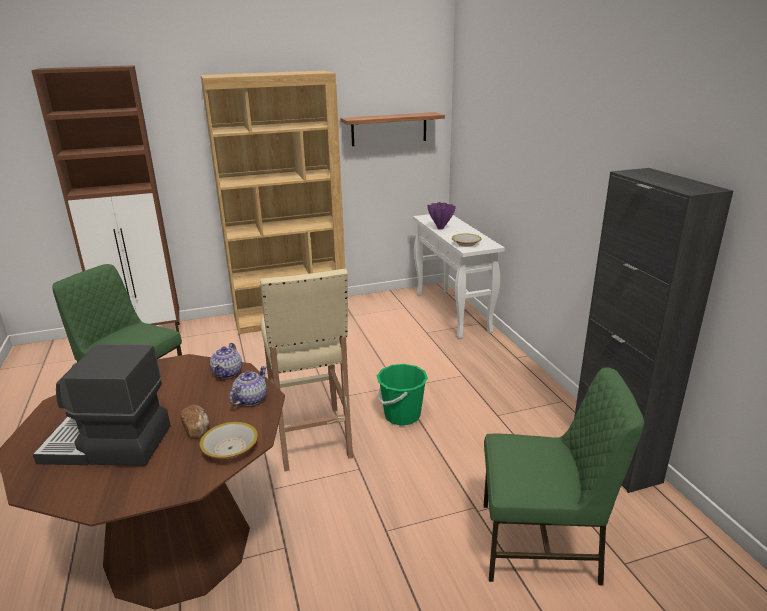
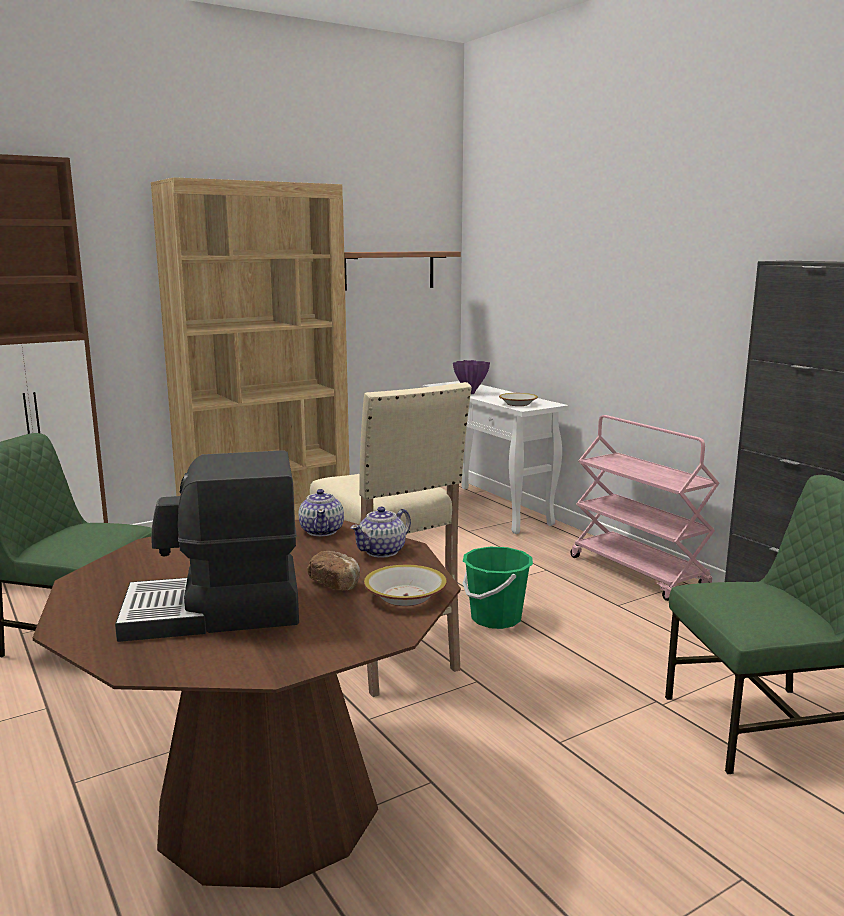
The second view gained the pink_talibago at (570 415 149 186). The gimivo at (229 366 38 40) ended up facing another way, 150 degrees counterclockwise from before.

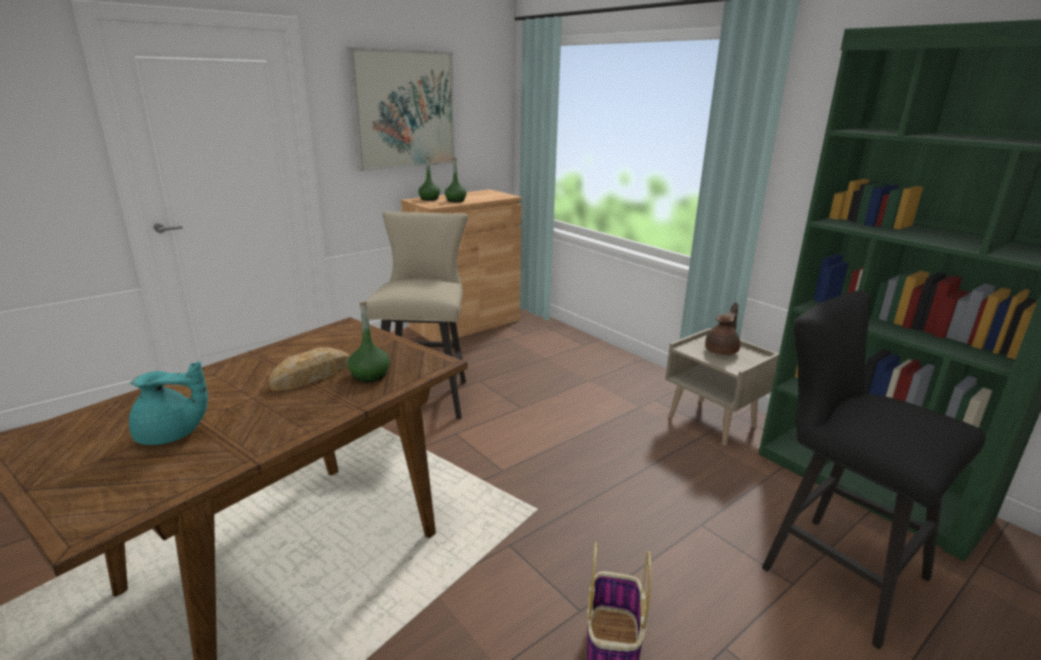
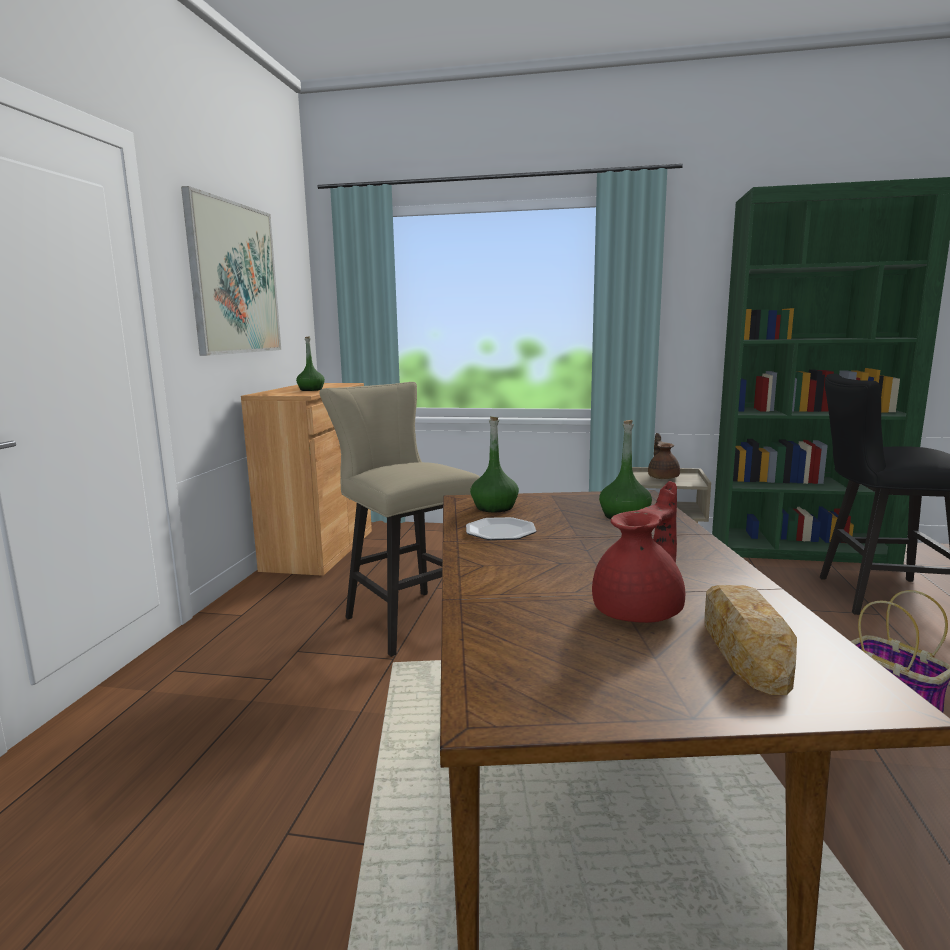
The second view gained the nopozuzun at (466 517 70 23). The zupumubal ended up elsewhere, having gone from (269 347 81 44) to (705 585 92 110). The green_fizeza ended up elsewhere, having gone from (418 156 22 45) to (470 416 49 96). What was the turquoise_gimivo at (129 361 79 84) turned into the red_gimivo at (592 481 93 142).

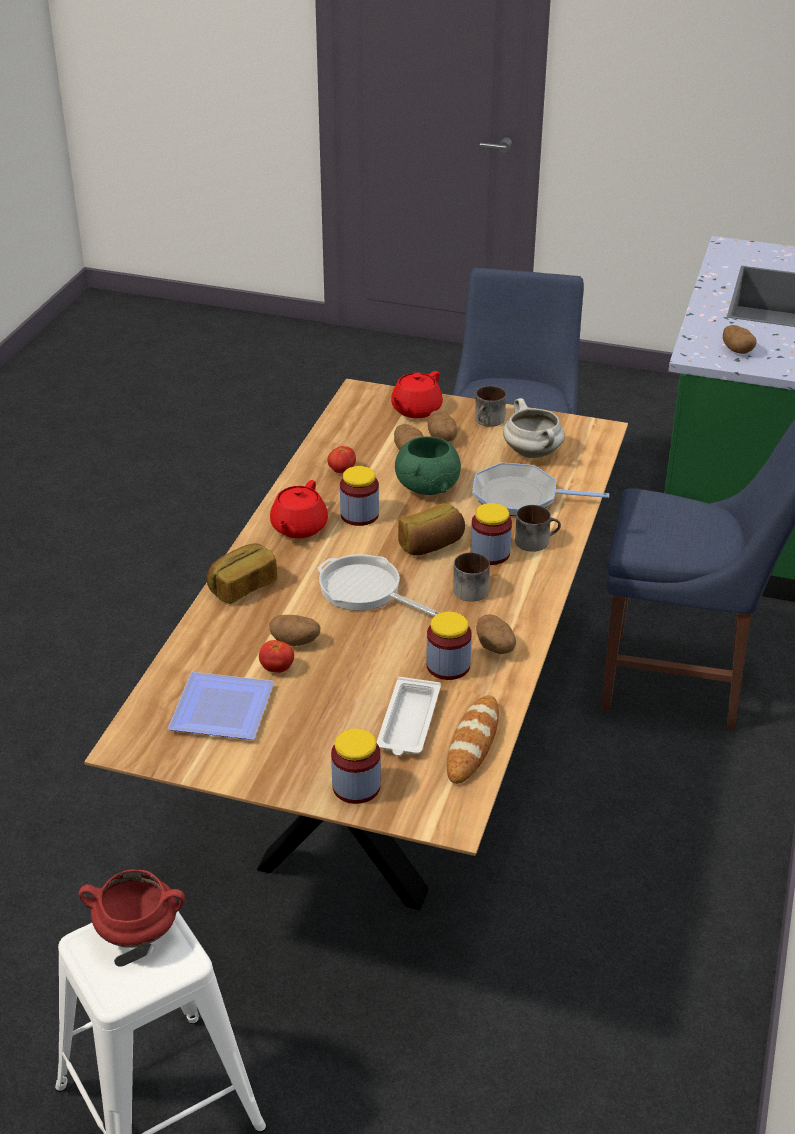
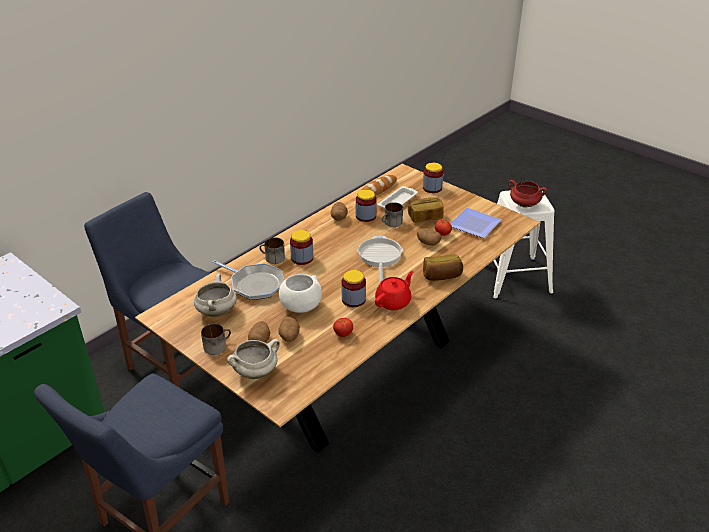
The second view lost the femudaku at (723 325 34 29). The zupumubal ended up elsewhere, having gone from (398 503 67 53) to (408 197 36 26). The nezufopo ended up elsewhere, having gone from (453 552 37 50) to (382 202 21 25). Where the red_gimivo stood at (391 371 52 47), the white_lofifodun came to stand at (227 339 53 40). What was the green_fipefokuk at (395 436 66 59) turned into the white_fipefokuk at (279 274 43 39). The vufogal at (318 554 122 62) ended up facing another way, 150 degrees counterclockwise from before.

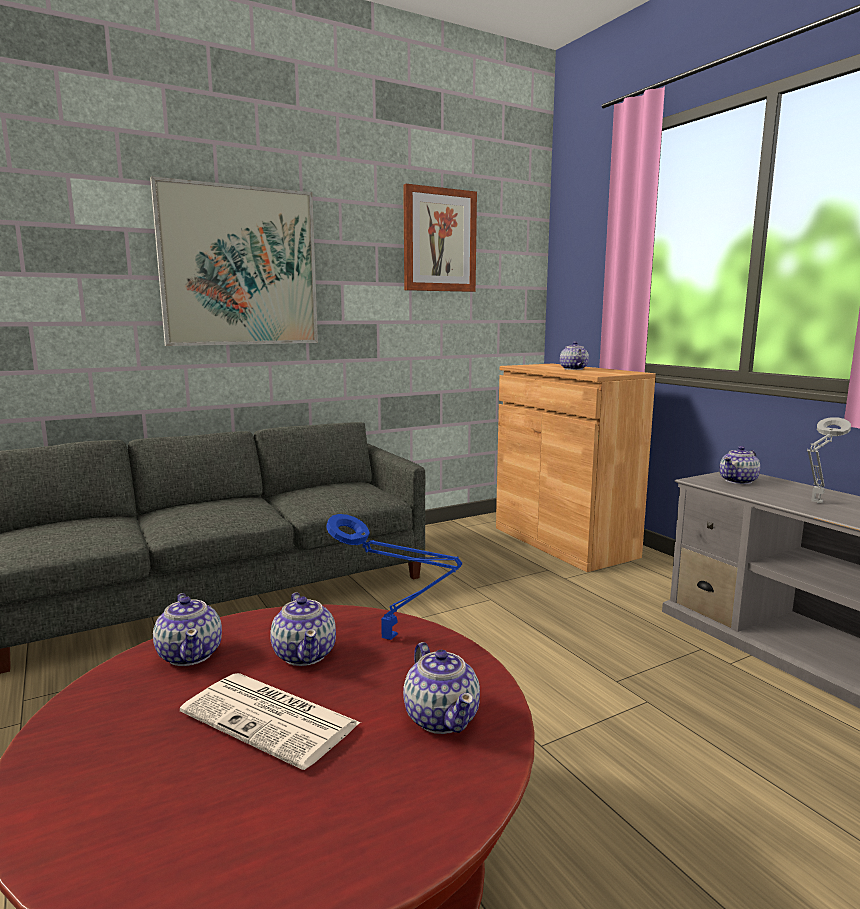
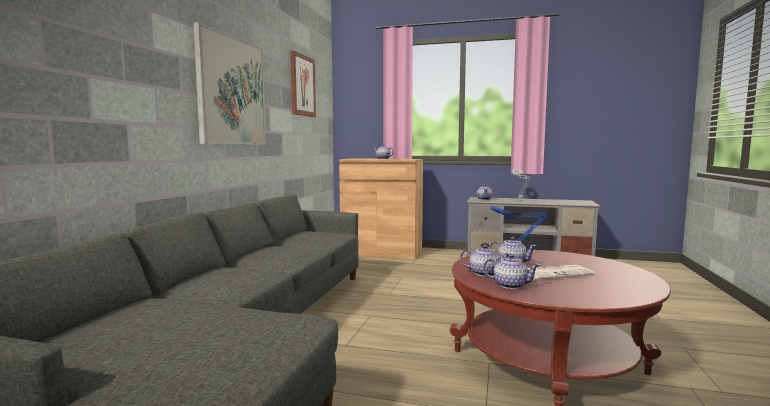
The gimivo ended up elsewhere, having gone from (403 642 77 92) to (483 254 57 35).

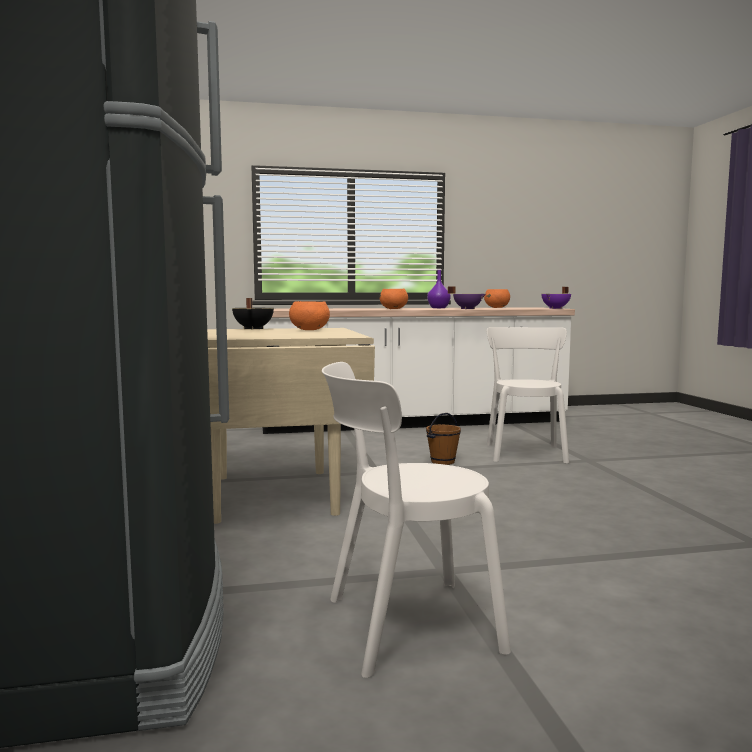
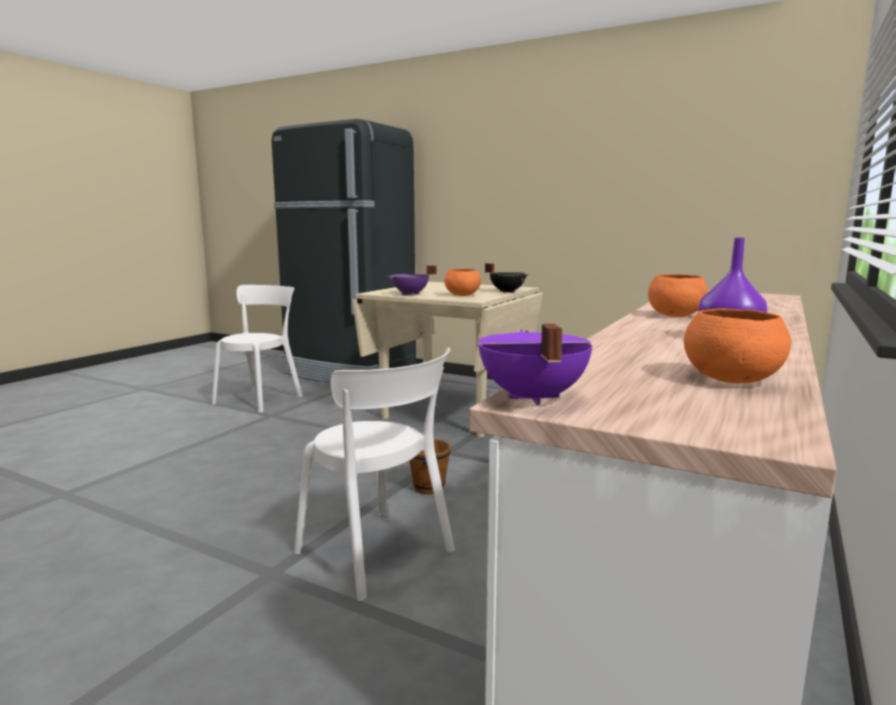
The purple_lofifodun ended up elsewhere, having gone from (448 286 38 23) to (387 265 49 30).

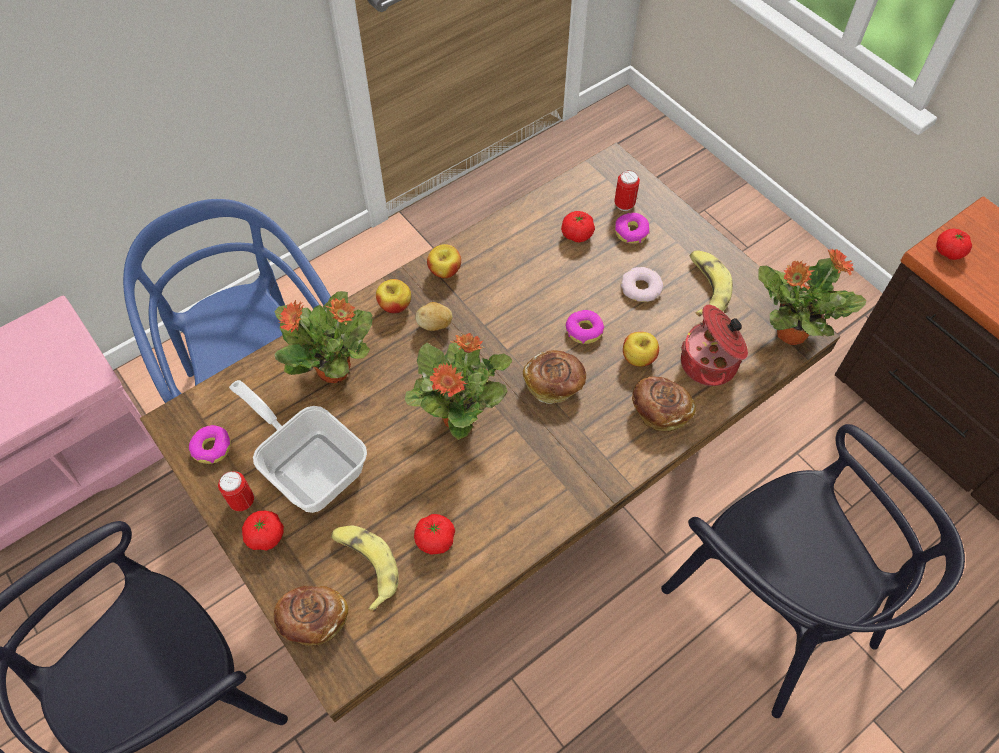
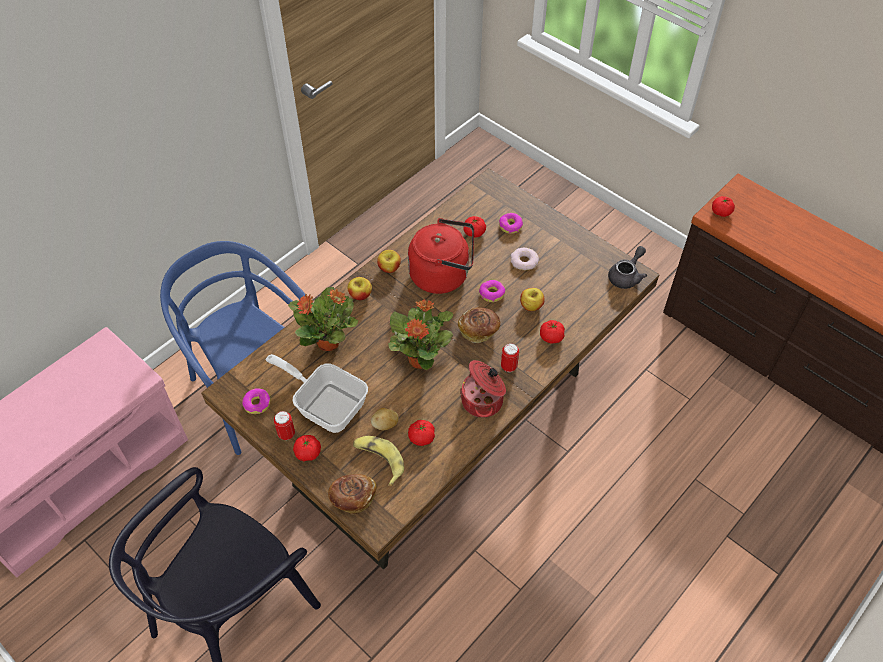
The second view lost the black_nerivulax at (661 424 304 294). The second view lost the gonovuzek at (689 250 44 67). The second view gained the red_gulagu at (408 218 66 76). The femudaku ended up elsewhere, having gone from (415 302 37 29) to (371 408 28 22). The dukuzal ended up elsewhere, having gone from (614 170 26 41) to (501 343 18 29). The lofifodun ended up elsewhere, having gone from (681 304 67 82) to (460 360 46 58). Where the zupumubal stood at (632 377 64 55), the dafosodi came to stand at (540 320 25 24). Where the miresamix stood at (758 249 109 96), the grey_gimivo came to stand at (608 246 39 43).

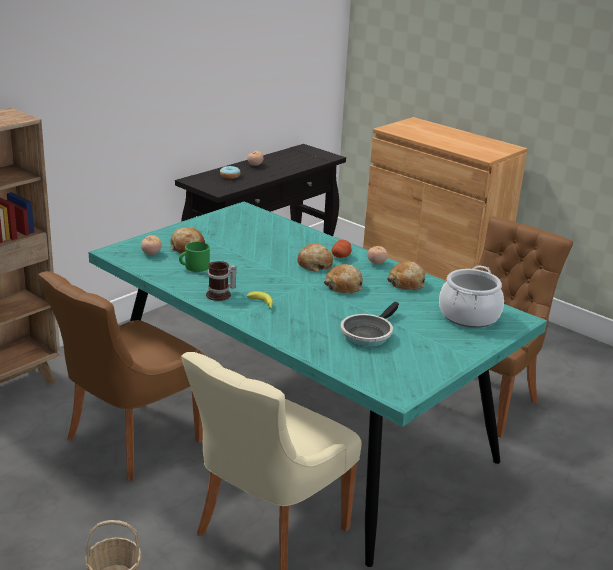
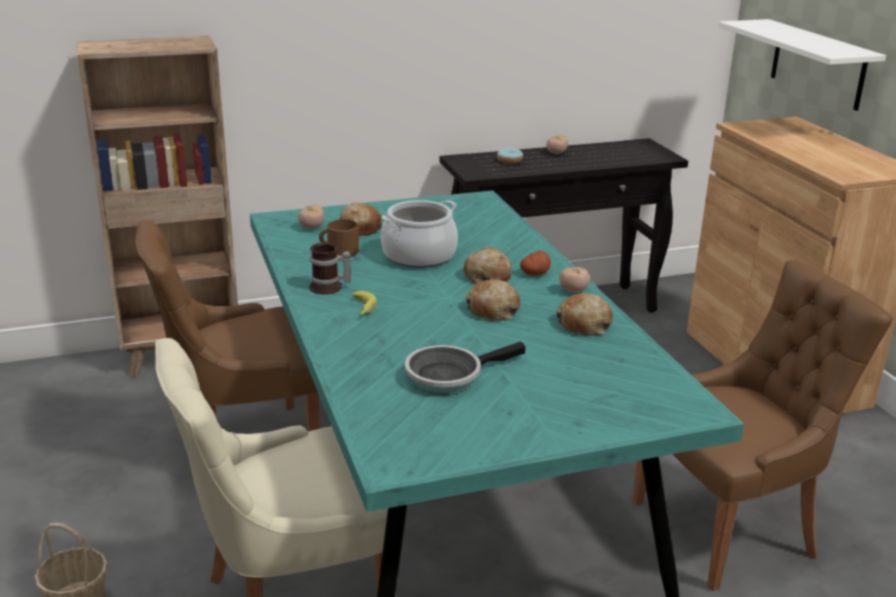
The second view gained the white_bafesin at (718 19 168 92). The lofifodun ended up elsewhere, having gone from (439 265 65 63) to (381 200 77 68). What was the green_nezufopo at (179 242 31 30) turned into the brown_nezufopo at (319 219 40 38).

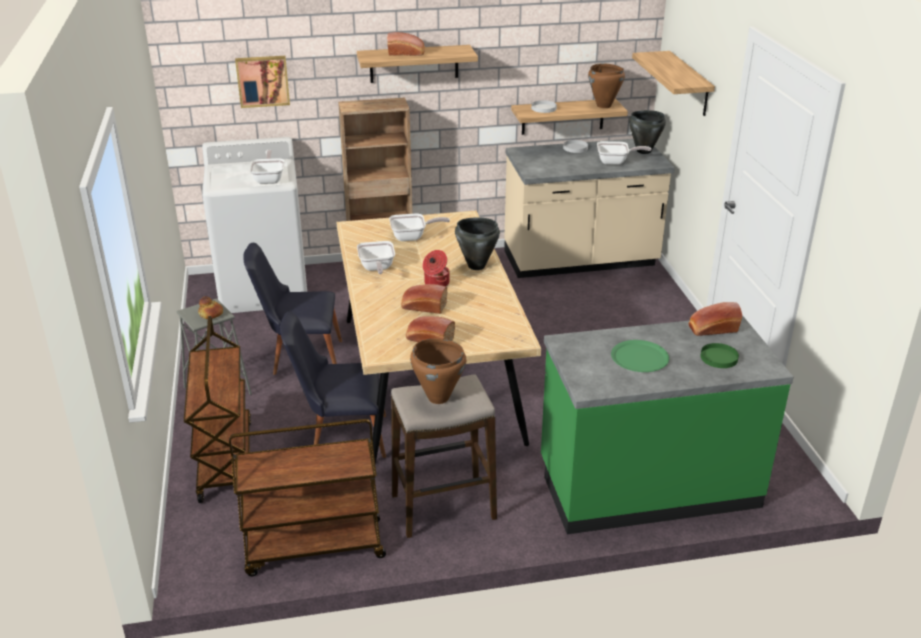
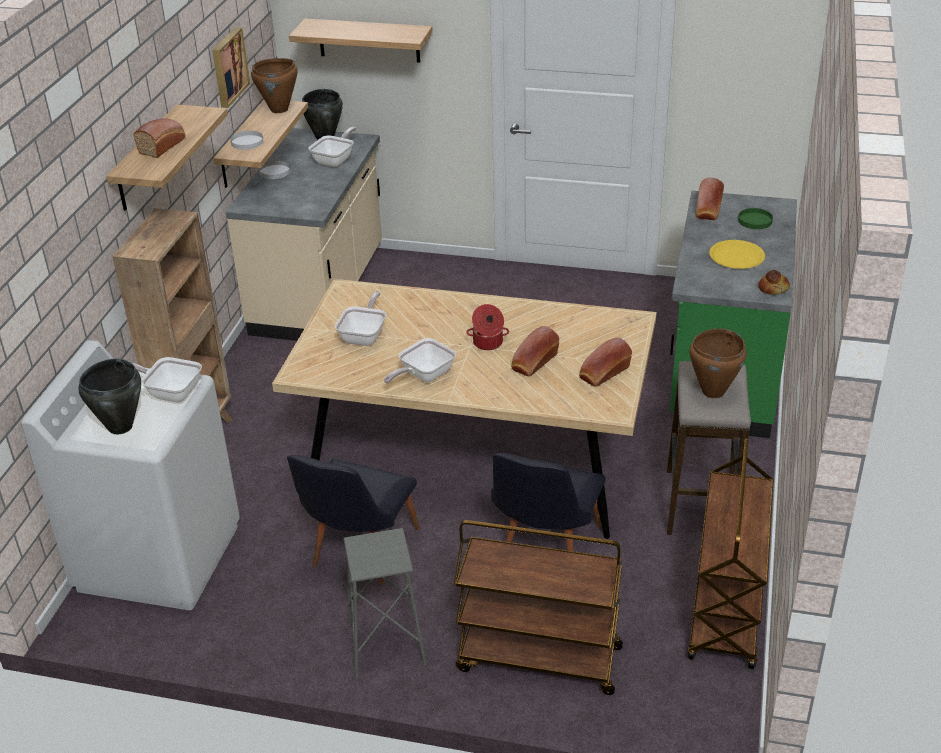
The zupumubal ended up elsewhere, having gone from (198 296 25 23) to (758 270 32 25). The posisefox ended up elsewhere, having gone from (235 56 55 52) to (212 27 38 81). The black_lofifodun ended up elsewhere, having gone from (455 217 45 53) to (78 358 63 76). What was the green_nopozuzun at (611 340 58 32) turned into the yellow_nopozuzun at (709 240 56 29). The vufogal at (357 241 38 33) ended up facing another way, 120 degrees clockwise from before.

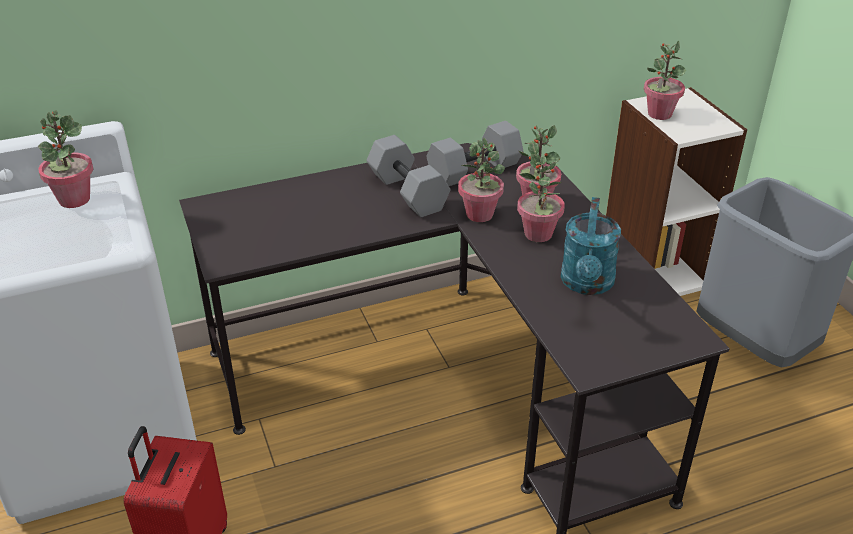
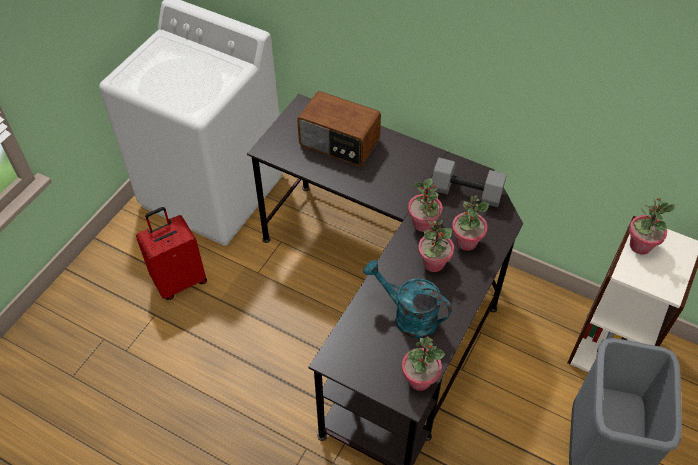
The second view lost the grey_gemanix at (366 135 84 82). The second view gained the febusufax at (297 91 84 76). The miresamix ended up elsewhere, having gone from (38 110 56 98) to (402 336 43 55). The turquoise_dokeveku at (561 197 60 98) ended up facing another way, 60 degrees clockwise from before.

